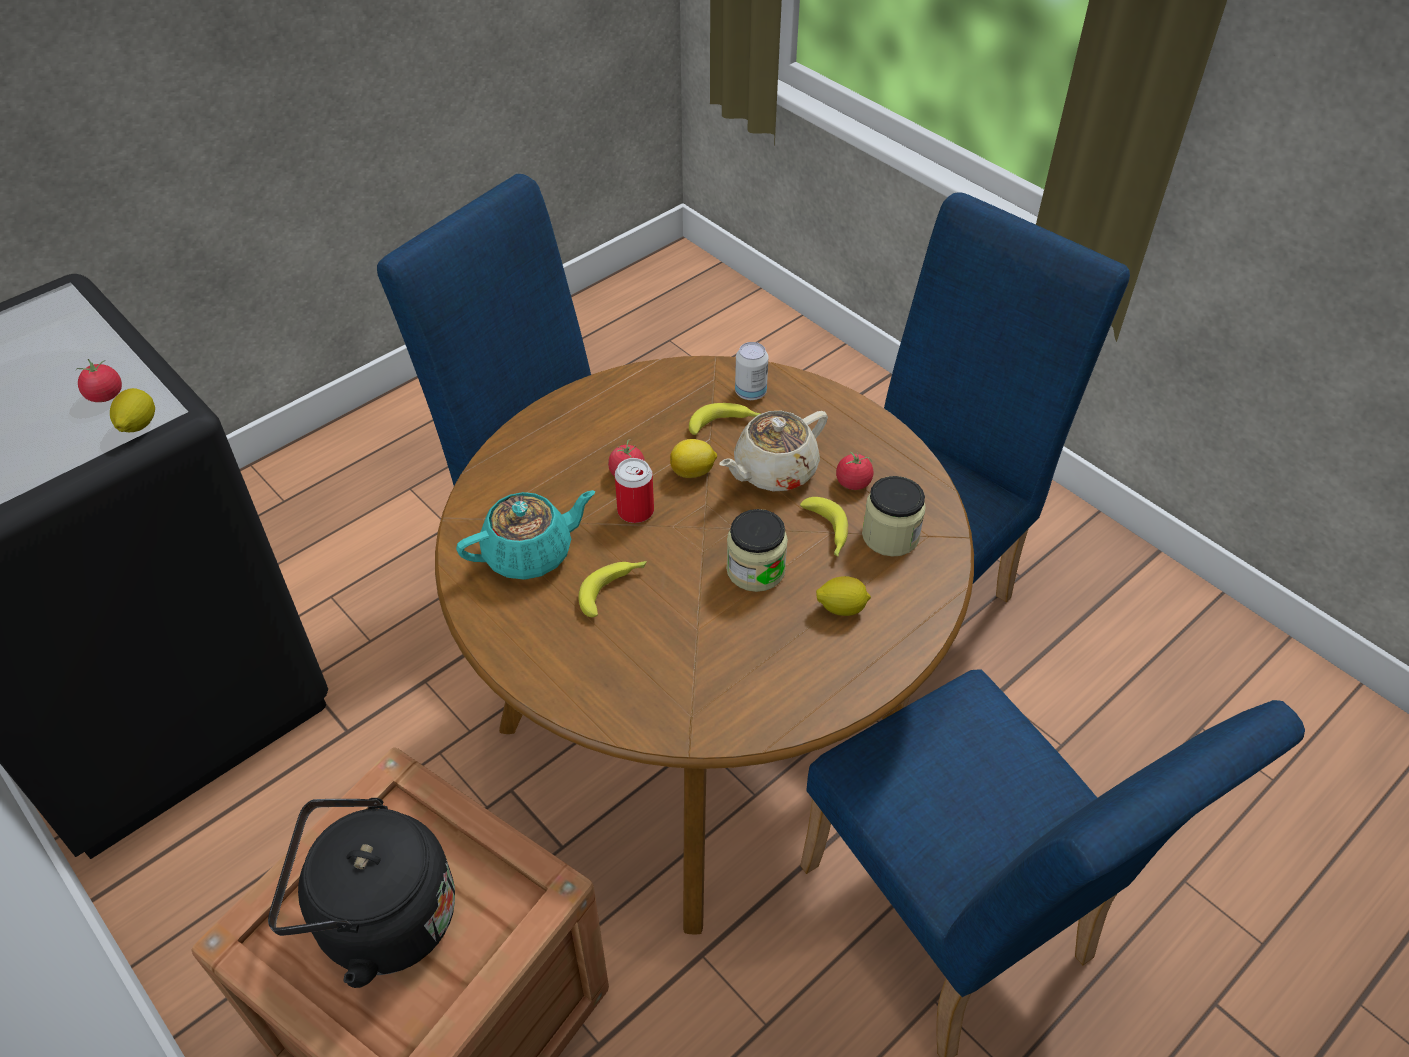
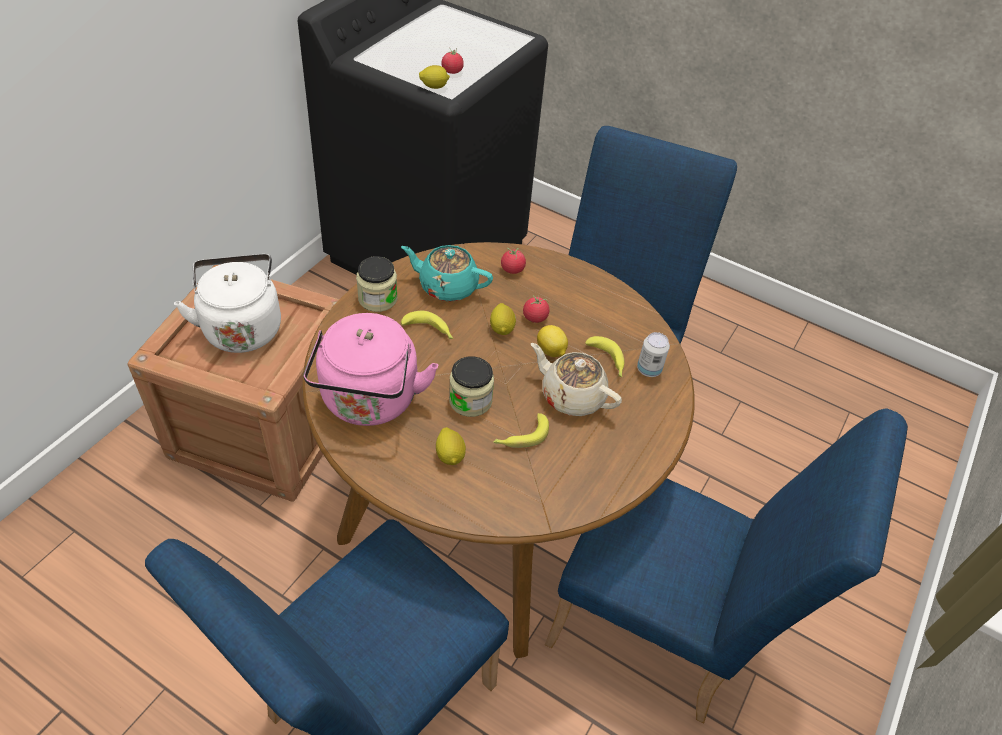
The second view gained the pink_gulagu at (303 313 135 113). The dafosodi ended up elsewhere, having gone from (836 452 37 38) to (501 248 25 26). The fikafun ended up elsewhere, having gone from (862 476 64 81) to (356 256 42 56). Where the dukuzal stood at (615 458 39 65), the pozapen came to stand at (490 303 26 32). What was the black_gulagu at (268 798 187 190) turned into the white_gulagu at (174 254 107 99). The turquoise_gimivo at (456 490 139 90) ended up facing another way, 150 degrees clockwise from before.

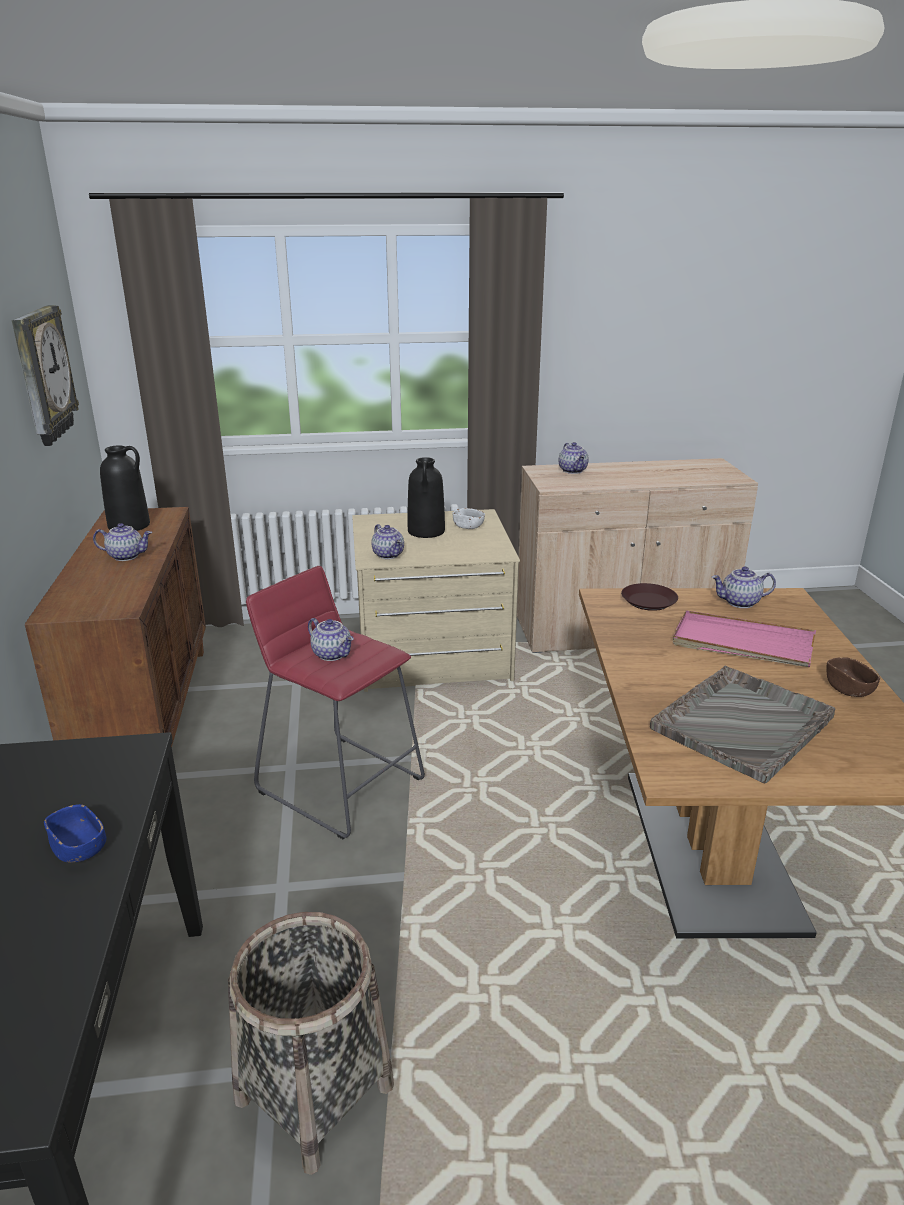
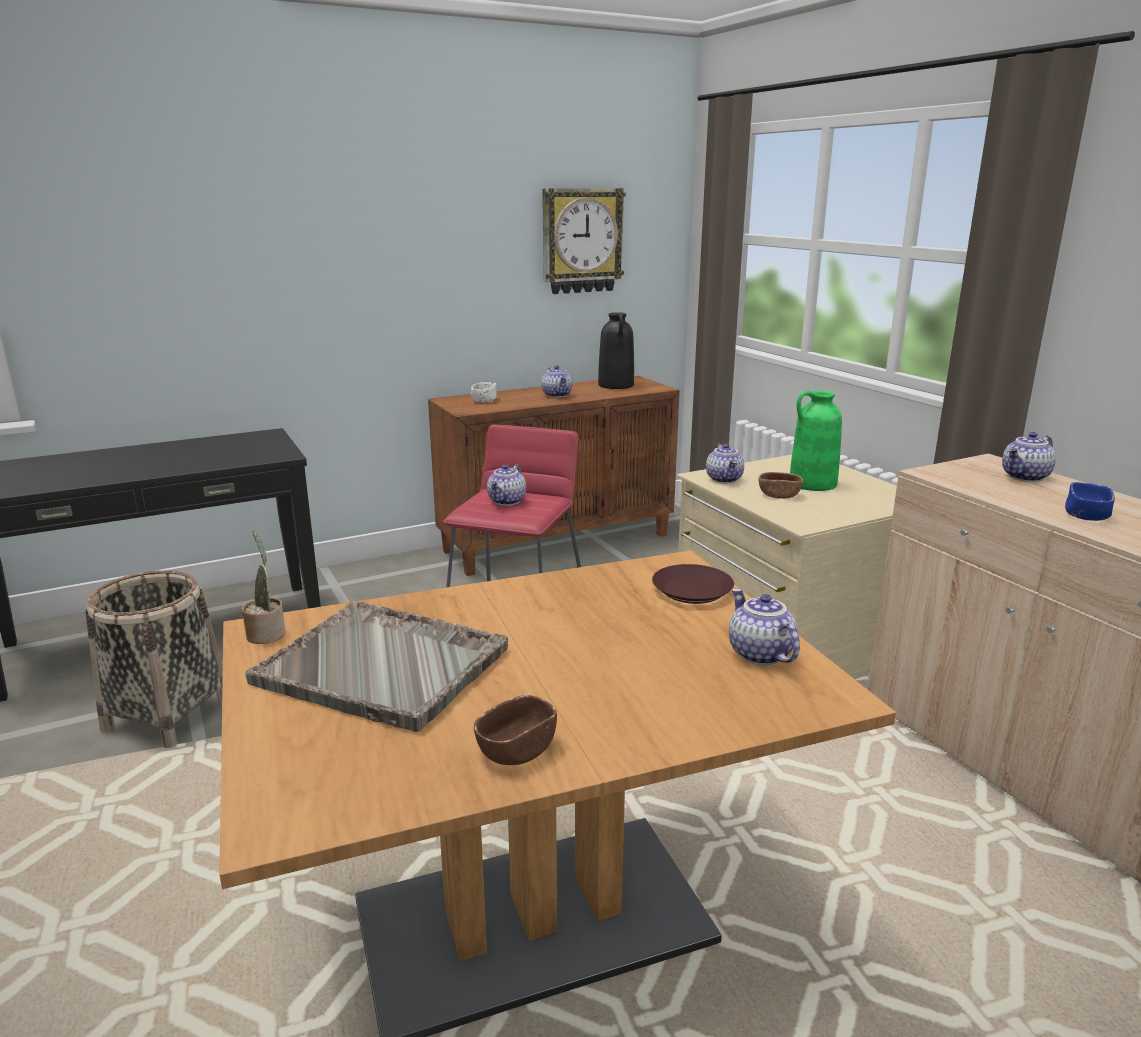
The second view lost the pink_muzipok at (673 610 143 57). The second view gained the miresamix at (242 530 43 114). The second view gained the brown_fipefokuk at (759 472 44 27). The blue_fipefokuk ended up elsewhere, having gone from (44 804 63 58) to (1065 482 50 39). The white_fipefokuk ended up elsewhere, having gone from (453 508 32 21) to (471 382 26 20). What was the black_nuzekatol at (408 457 37 81) turned into the green_nuzekatol at (790 391 52 100). The gimivo at (371 524 33 35) ended up facing another way, 45 degrees counterclockwise from before.

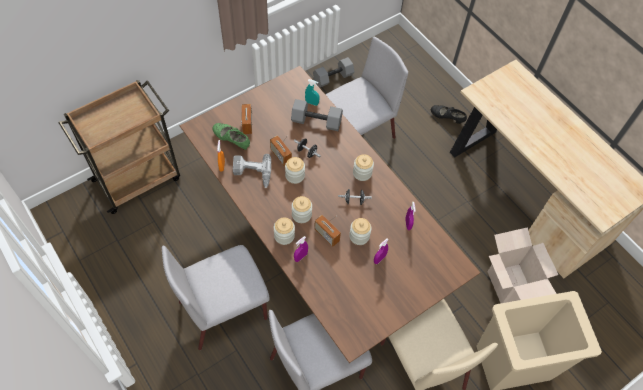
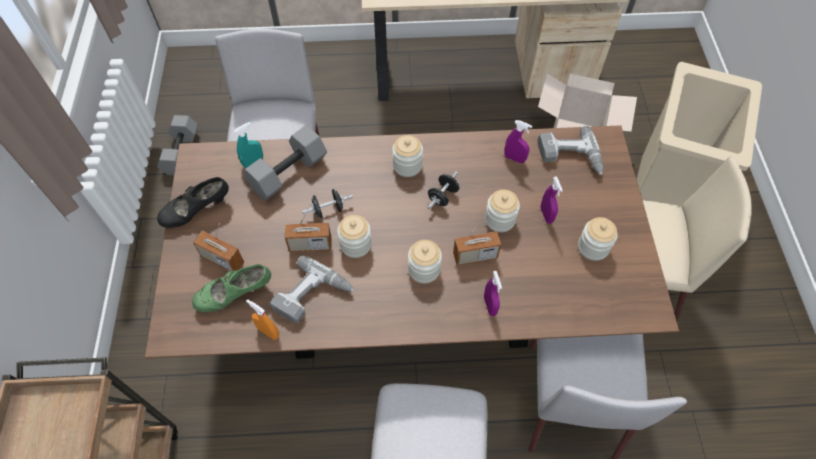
The second view gained the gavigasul at (538 126 65 49). The fikafun ended up elsewhere, having gone from (274 218 21 27) to (578 217 40 44). The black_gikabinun ended up elsewhere, having gone from (431 105 36 19) to (157 177 72 51).

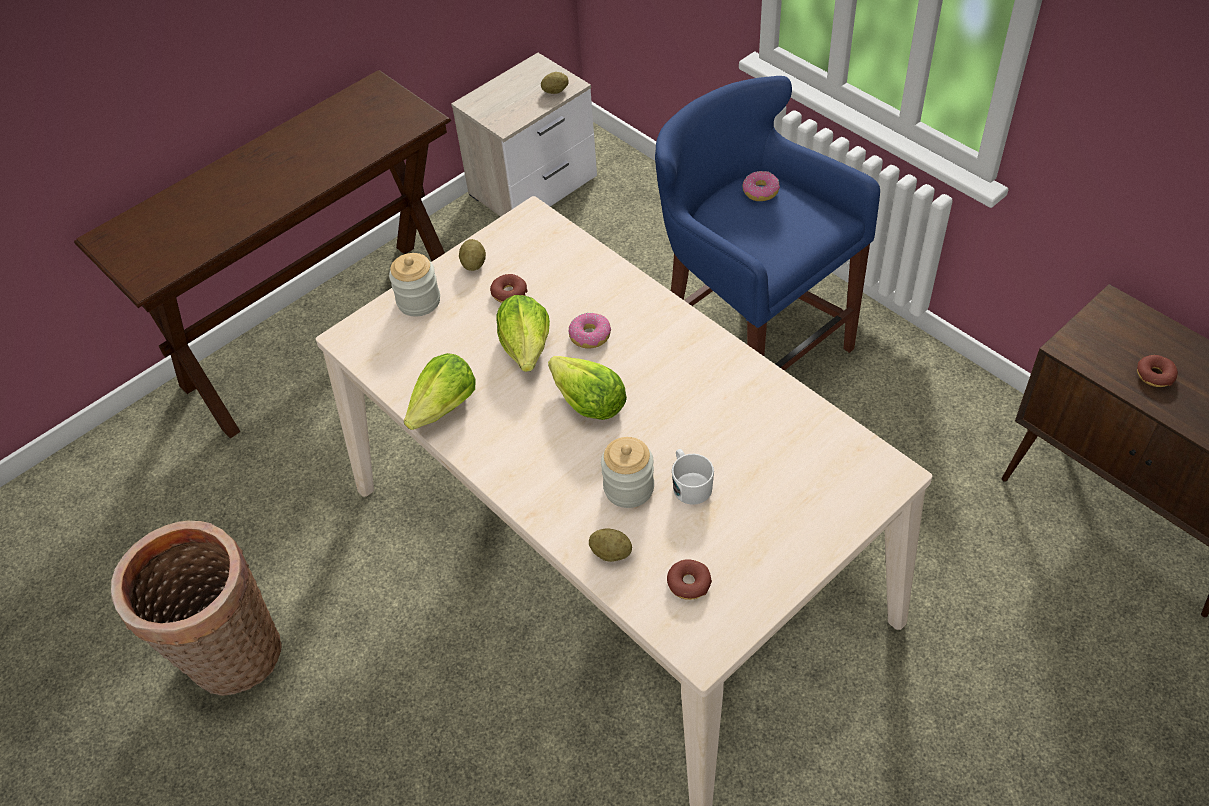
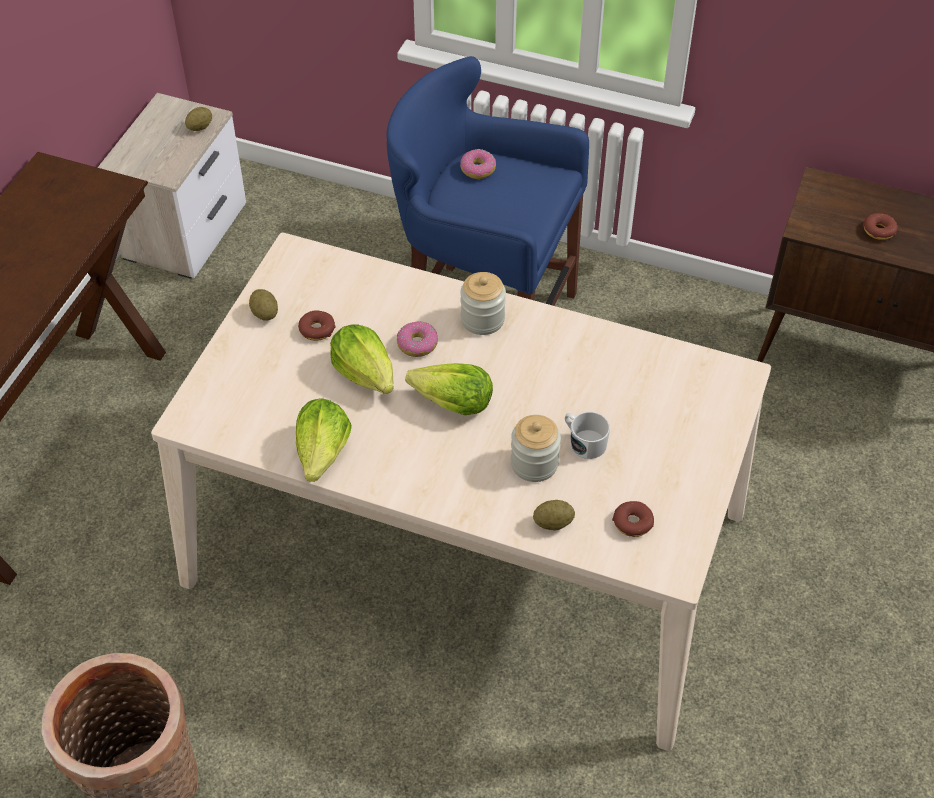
The fikafun ended up elsewhere, having gone from (389 253 51 63) to (460 272 46 63).

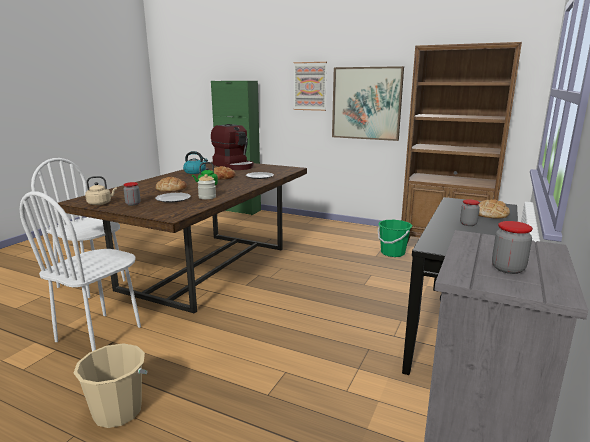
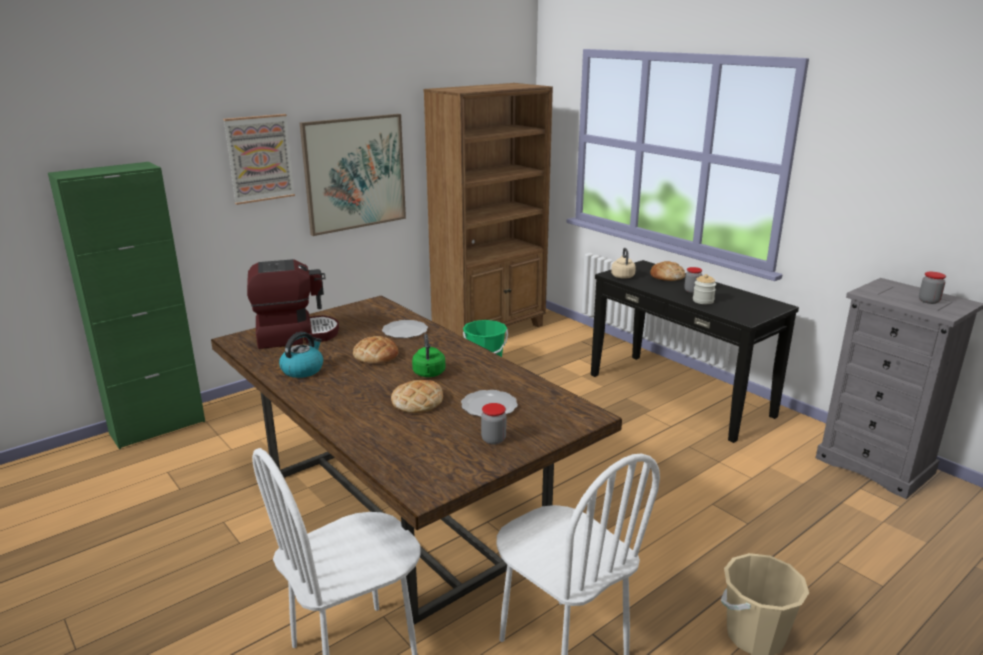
The beige_gulagu ended up elsewhere, having gone from (85 176 32 29) to (611 248 25 31). The fikafun ended up elsewhere, having gone from (197 174 19 25) to (693 274 23 30).

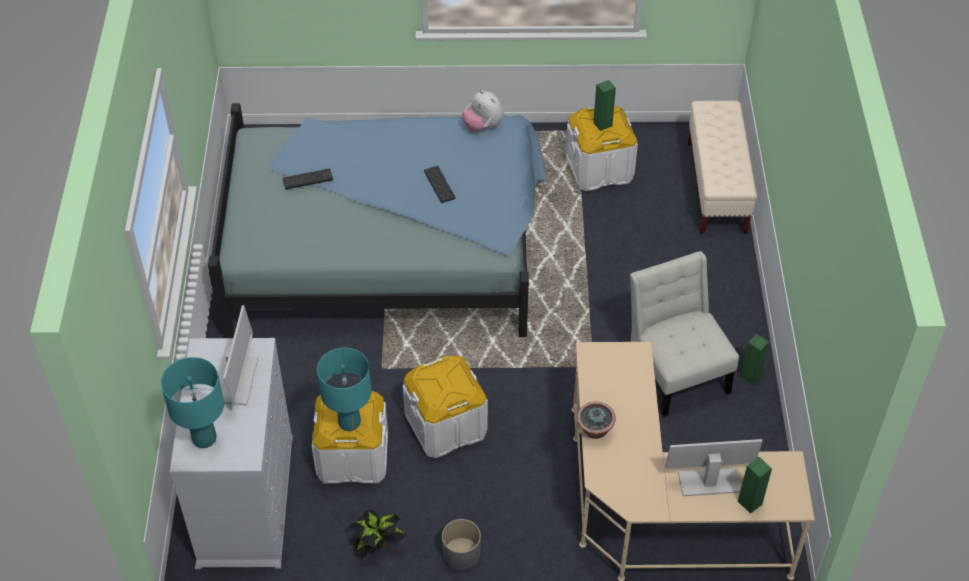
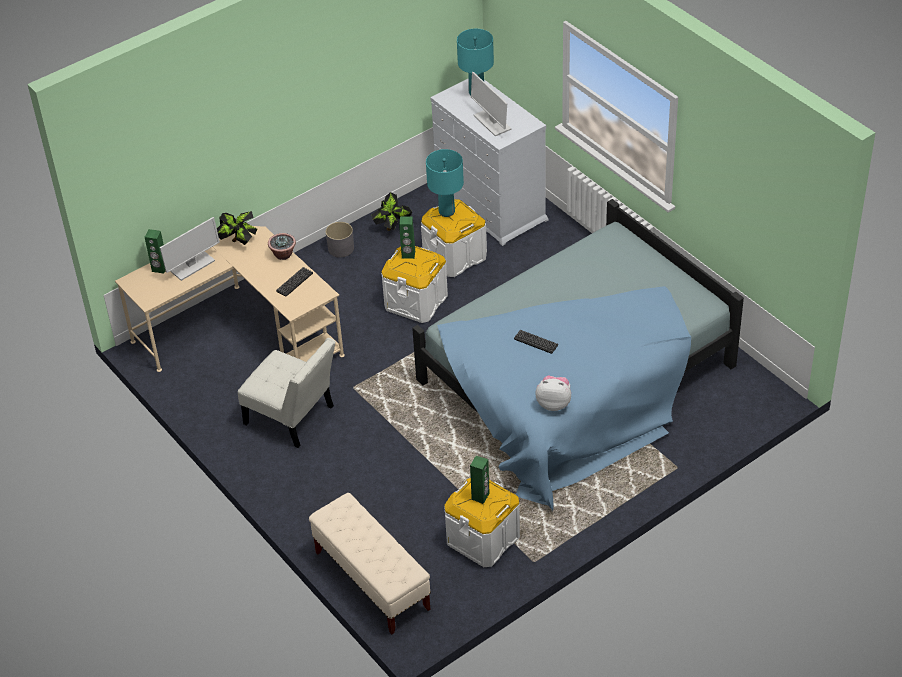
The second view gained the miresamix at (217 211 40 34). The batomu ended up elsewhere, having gone from (283 168 50 21) to (276 267 37 30). The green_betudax ended up elsewhere, having gone from (740 334 29 51) to (399 216 16 43).

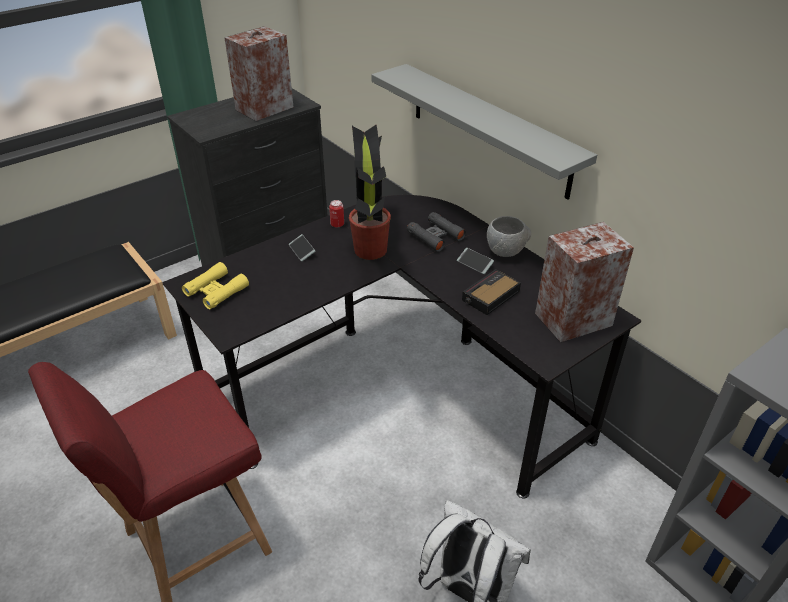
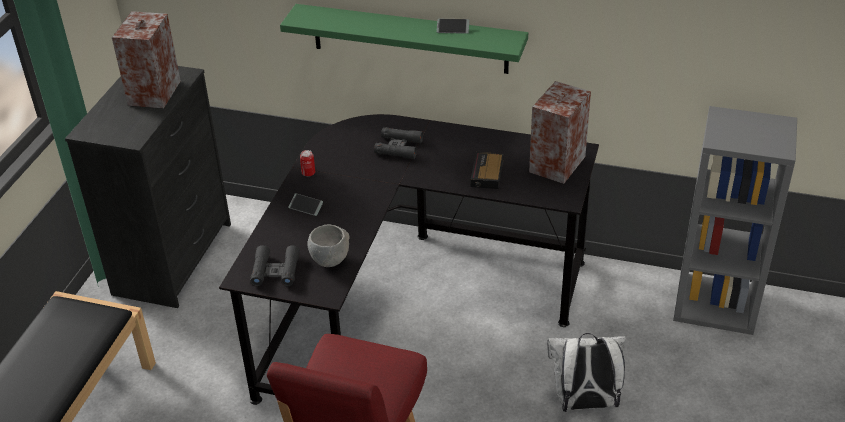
The second view lost the miresamix at (349 125 42 135). The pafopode ended up elsewhere, having gone from (457 248 37 26) to (437 19 32 15). The grey_fipefokuk ended up elsewhere, having gone from (487 216 44 41) to (308 225 42 42). What was the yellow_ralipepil at (182 262 67 47) turned into the black_ralipepil at (250 245 50 41). What was the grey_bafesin at (371 64 226 135) turned into the green_bafesin at (280 4 248 70).

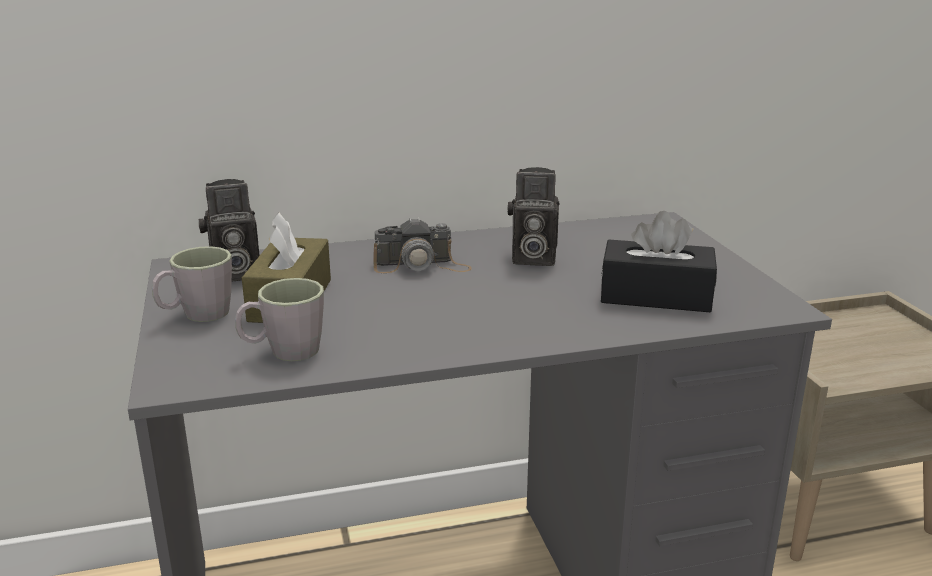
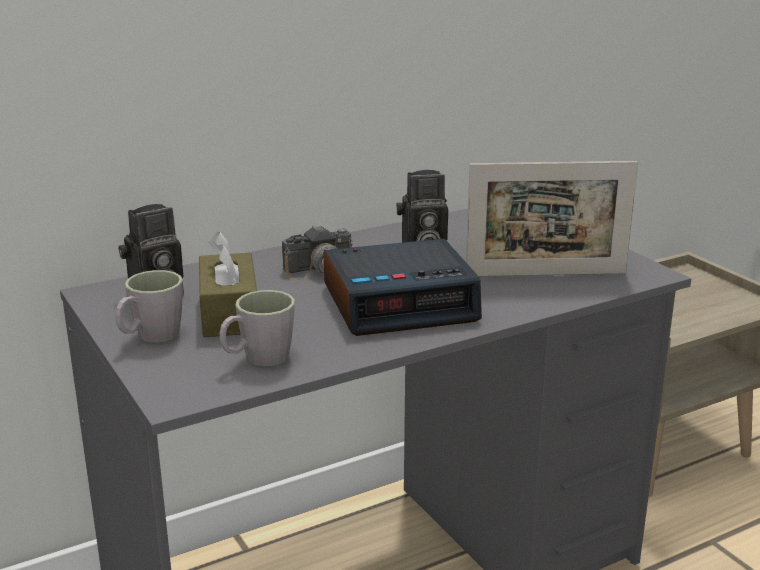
The second view gained the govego at (323 239 159 97). Where the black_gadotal stood at (601 211 116 101), the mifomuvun came to stand at (466 161 172 115).

